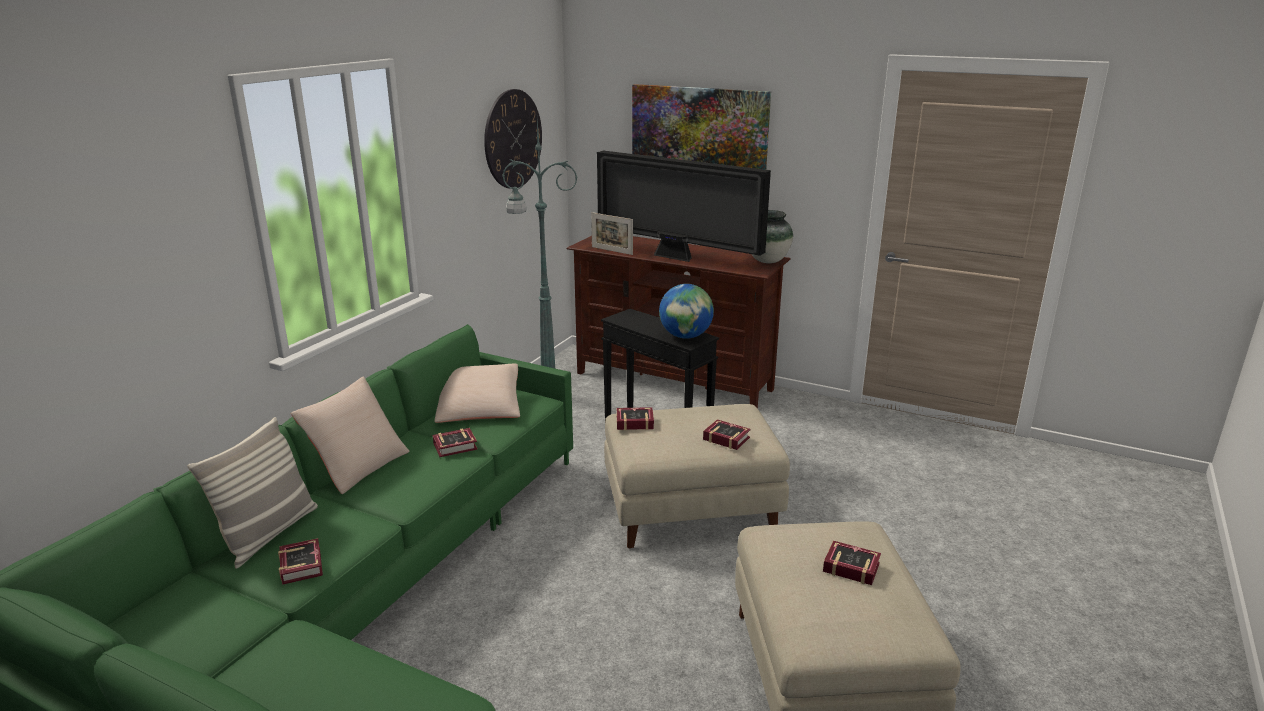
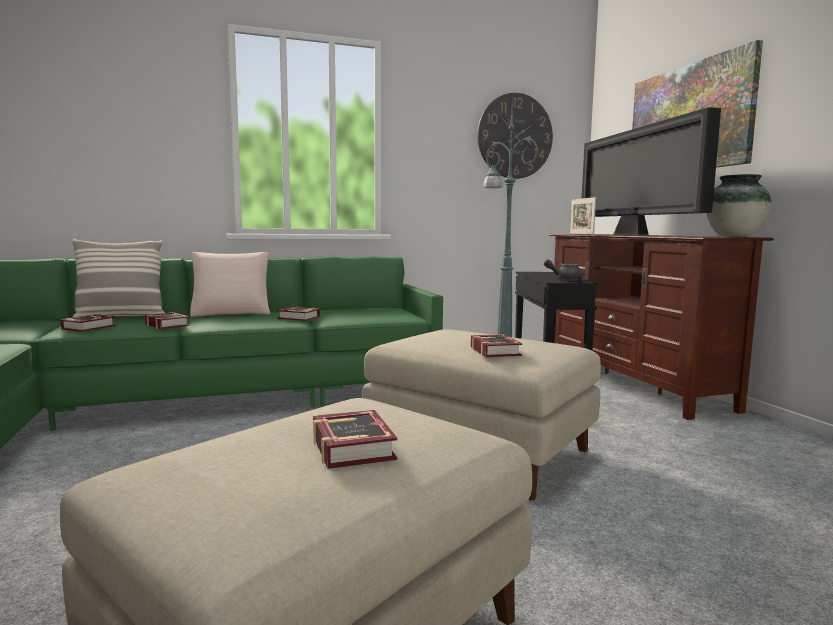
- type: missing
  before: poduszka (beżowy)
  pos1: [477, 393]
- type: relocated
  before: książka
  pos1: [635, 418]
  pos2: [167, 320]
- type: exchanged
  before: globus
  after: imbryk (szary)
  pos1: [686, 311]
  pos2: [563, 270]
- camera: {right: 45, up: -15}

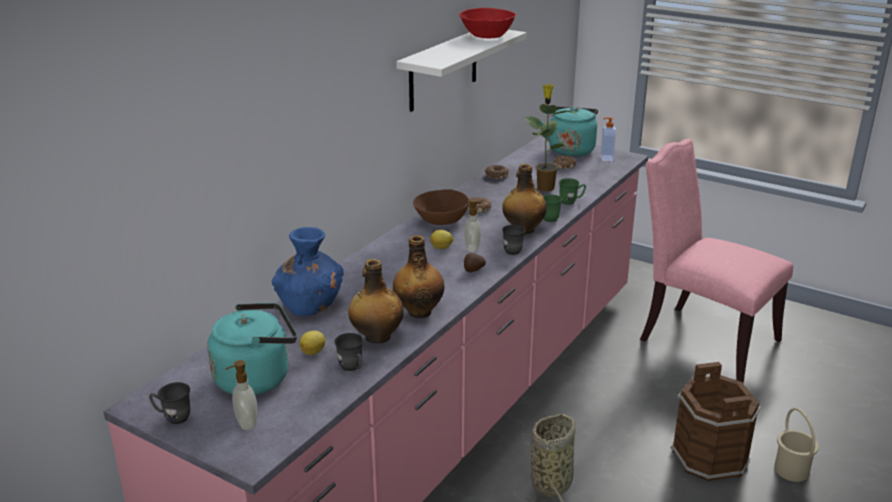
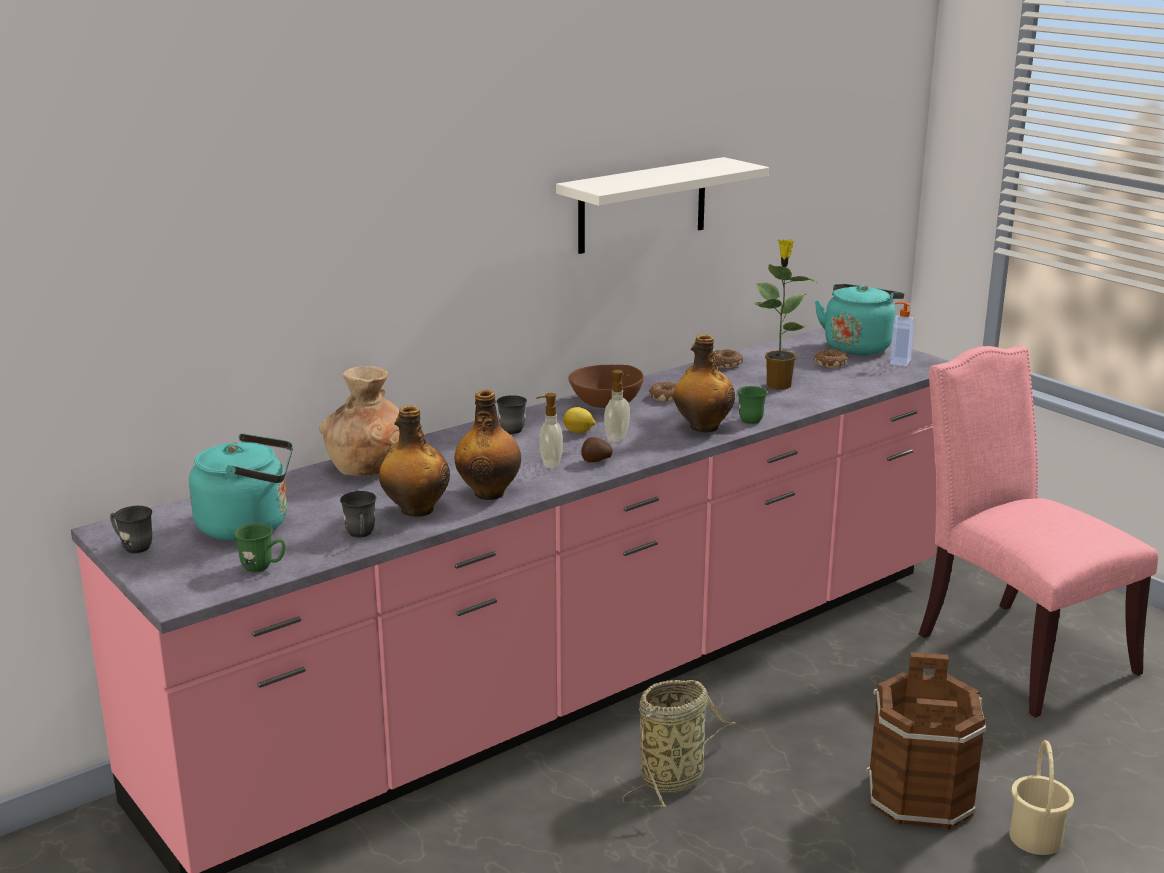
- type: relocated
  before: dozownik mydła
  pos1: [241, 395]
  pos2: [549, 430]
- type: colour
  before: wazon (niebieski)
  after: wazon (brązowy)
  pos1: [308, 271]
  pos2: [359, 421]
- type: missing
  before: cytryna
  pos1: [312, 343]
- type: missing
  before: miska (czerwony)
  pos1: [488, 23]
- type: relocated
  before: kubek (szary)
  pos1: [513, 240]
  pos2: [512, 414]
- type: relocated
  before: kubek (zielony)
  pos1: [572, 191]
  pos2: [259, 547]
- camera: {right: 20, up: -5}

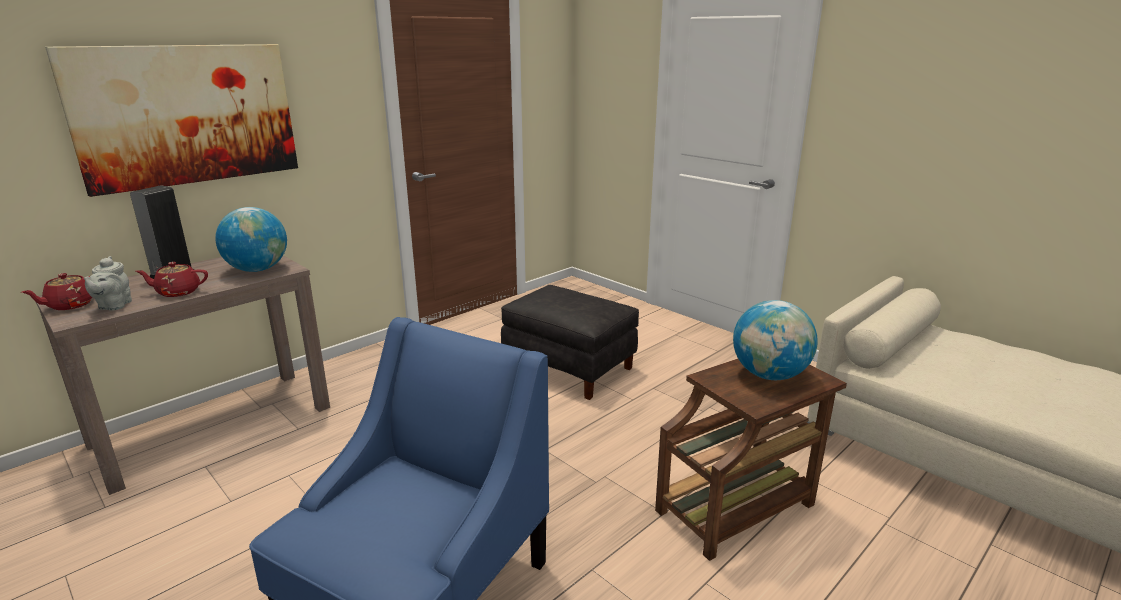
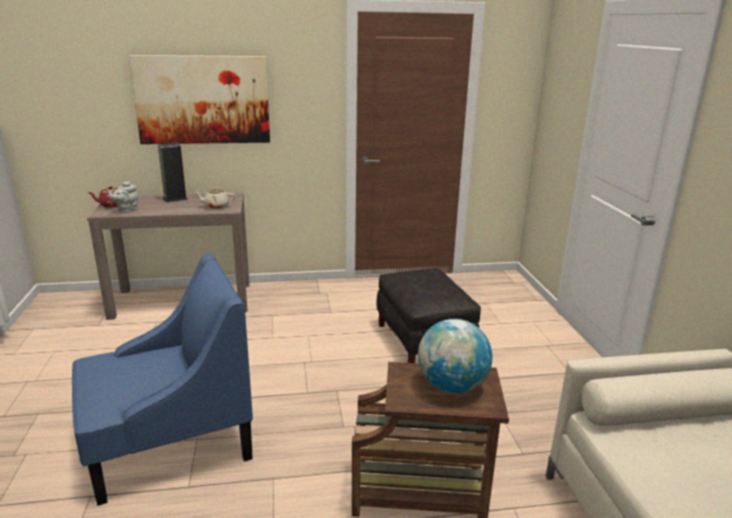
- type: missing
  before: imbryk (czerwony)
  pos1: [172, 279]
- type: exchanged
  before: globus
  after: imbryk (beżowy)
  pos1: [251, 239]
  pos2: [215, 198]
- camera: {right: 35, up: 0}

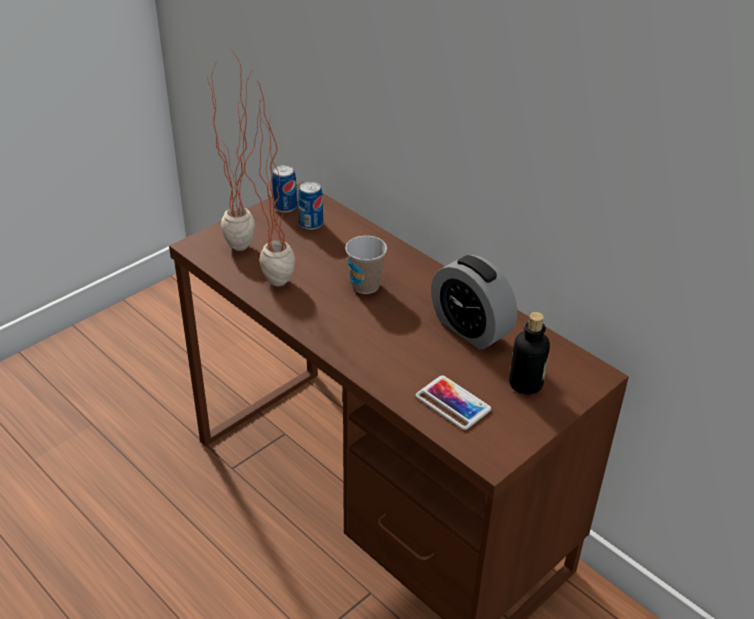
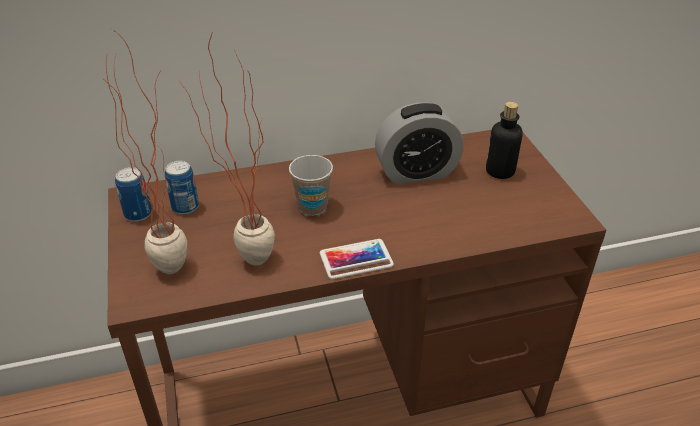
- type: relocated
  before: telefon
  pos1: [453, 403]
  pos2: [357, 259]
- camera: {right: -60, up: 0}

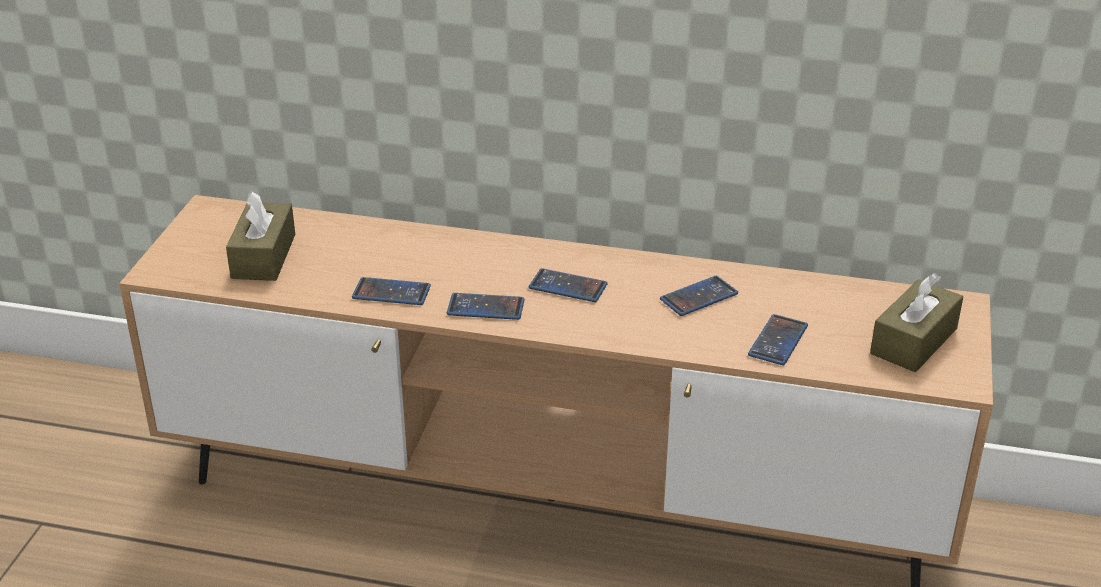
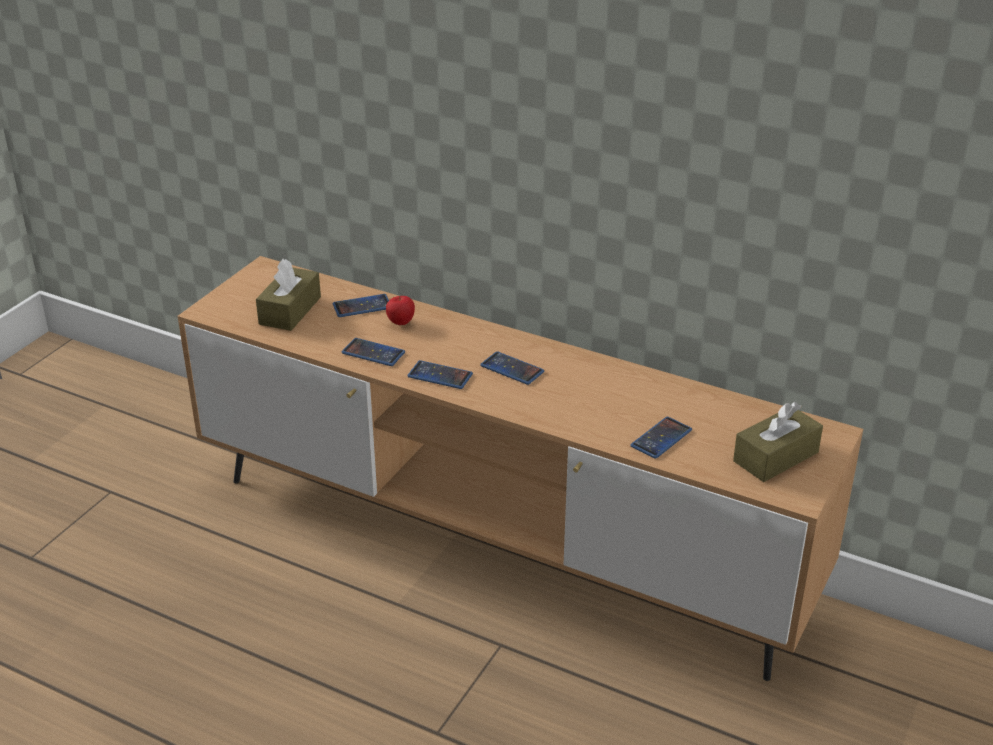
- type: relocated
  before: telefon
  pos1: [699, 296]
  pos2: [361, 305]
- type: appeared
  after: jabłko
  pos2: [400, 310]
- camera: {right: 15, up: 0}

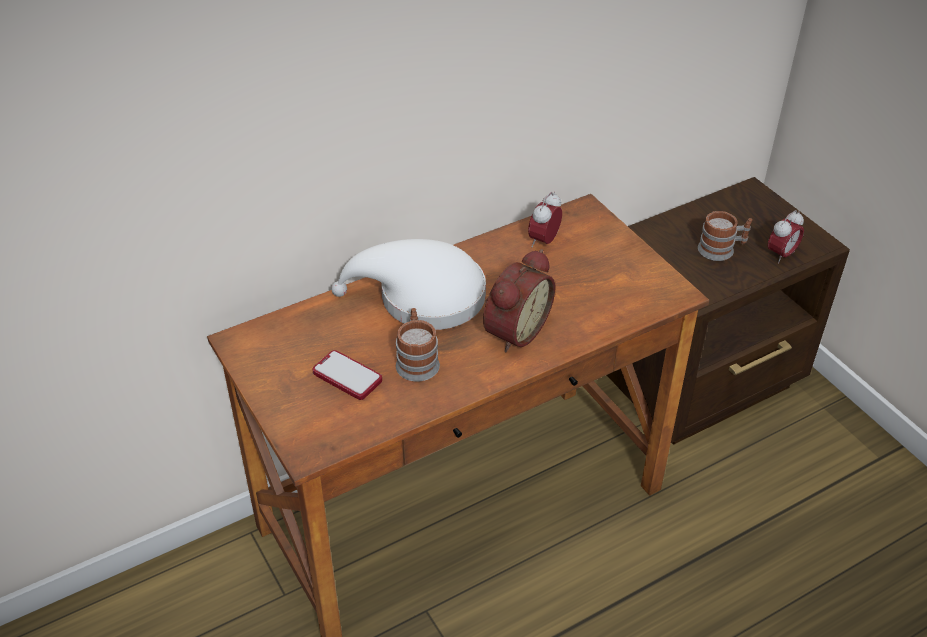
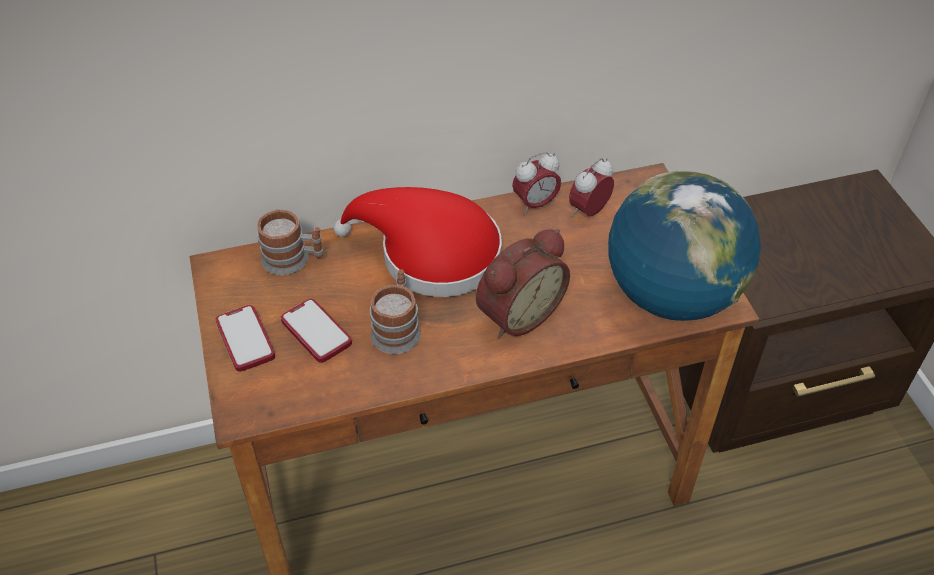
- type: colour
  before: kapelusz (biały)
  after: kapelusz (czerwony)
  pos1: [408, 284]
  pos2: [418, 242]
- type: relocated
  before: kubek
  pos1: [725, 236]
  pos2: [290, 242]
- type: relocated
  before: budzik
  pos1: [786, 237]
  pos2: [536, 183]
- type: appeared
  after: telefon
  pos2: [245, 338]
- type: appeared
  after: globus
  pos2: [684, 246]
- camera: {right: 15, up: 5}

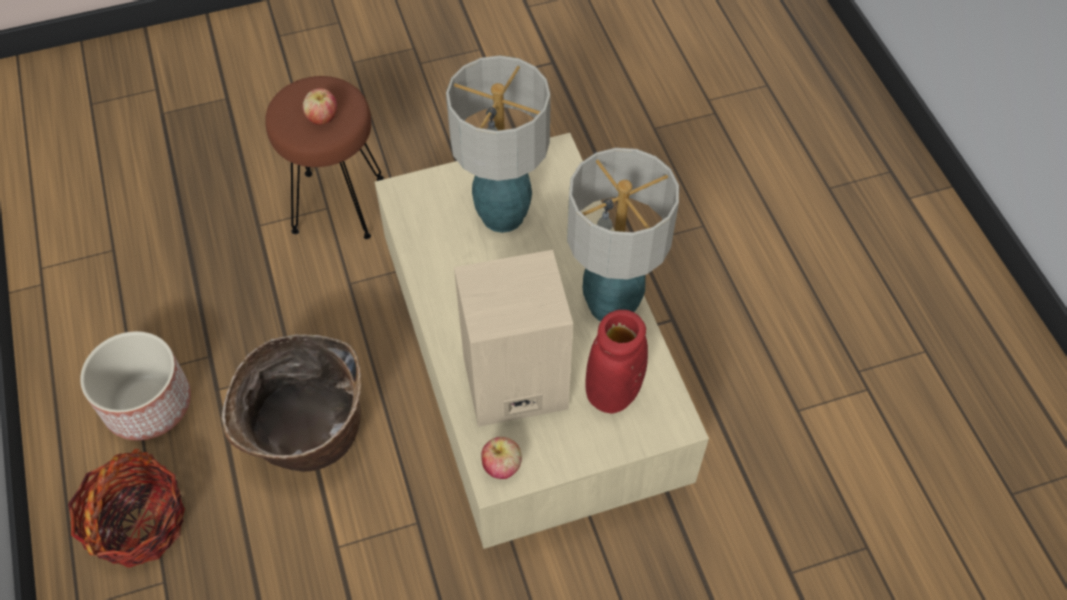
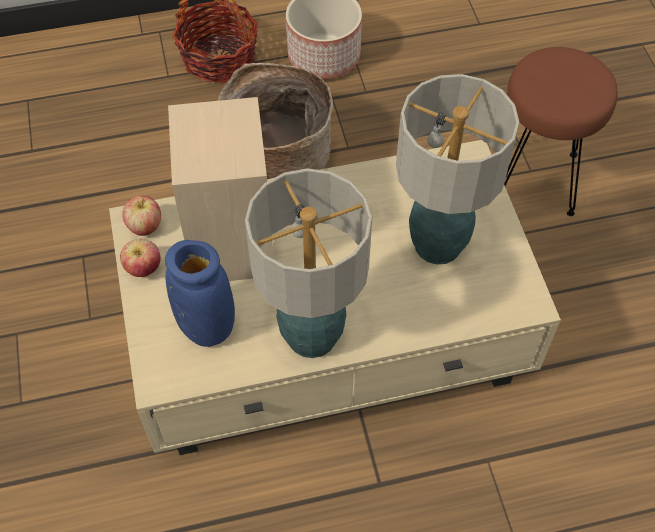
- type: relocated
  before: jabłko
  pos1: [320, 106]
  pos2: [140, 258]
- type: colour
  before: wazon (czerwony)
  after: wazon (niebieski)
  pos1: [617, 361]
  pos2: [200, 293]
- camera: {right: 95, up: 0}

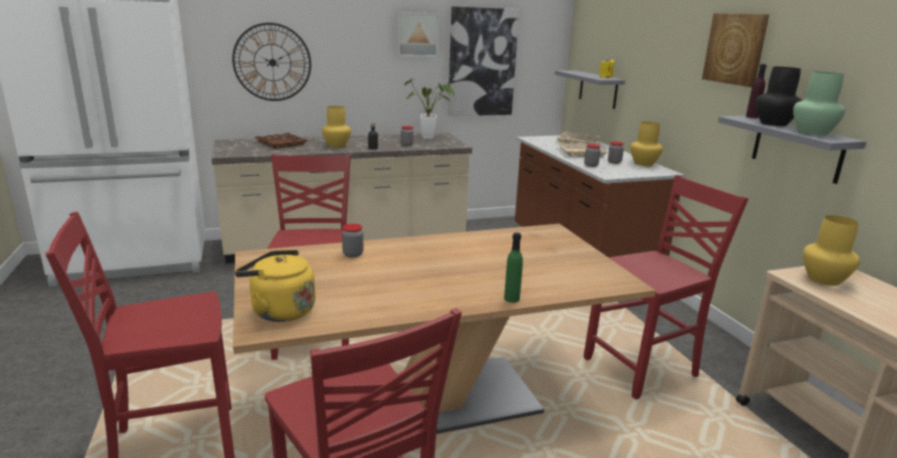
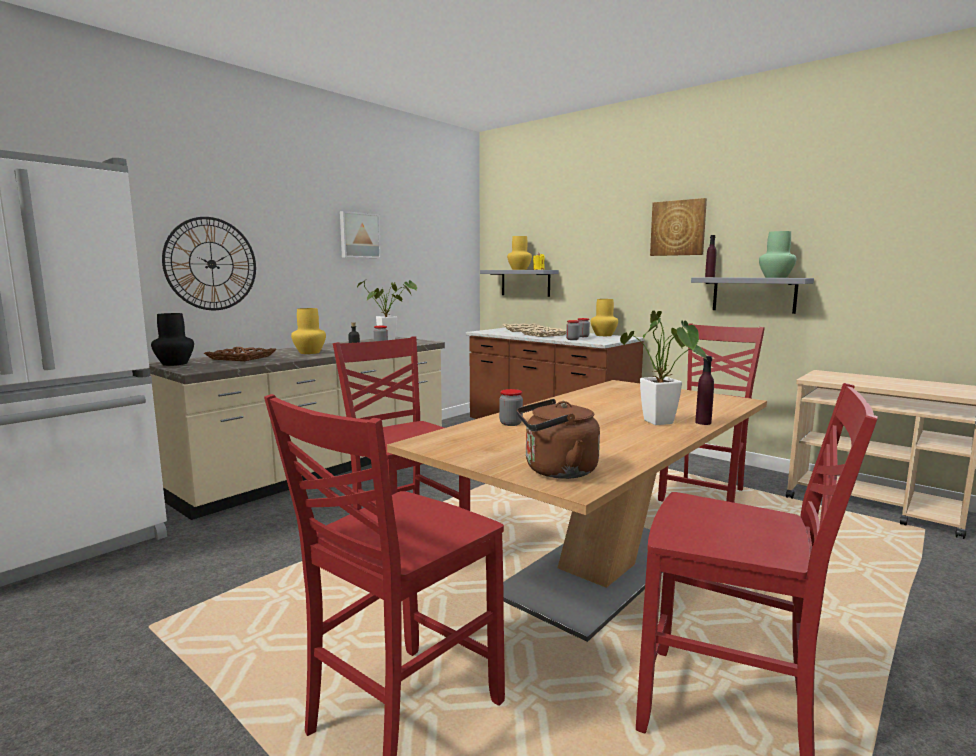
- type: colour
  before: czajnik (żółty)
  after: czajnik (brązowy)
  pos1: [275, 286]
  pos2: [558, 439]
- type: missing
  before: obraz
  pos1: [483, 61]
- type: colour
  before: butelka (zielony)
  after: butelka (fioletowy)
  pos1: [513, 267]
  pos2: [704, 390]
- type: relocated
  before: wazon (czarny)
  pos1: [779, 96]
  pos2: [172, 339]
- type: relocated
  before: wazon (żółty)
  pos1: [831, 250]
  pos2: [519, 253]
- type: appeared
  after: roślina doniczkowa
  pos2: [663, 368]
- camera: {right: -30, up: -10}

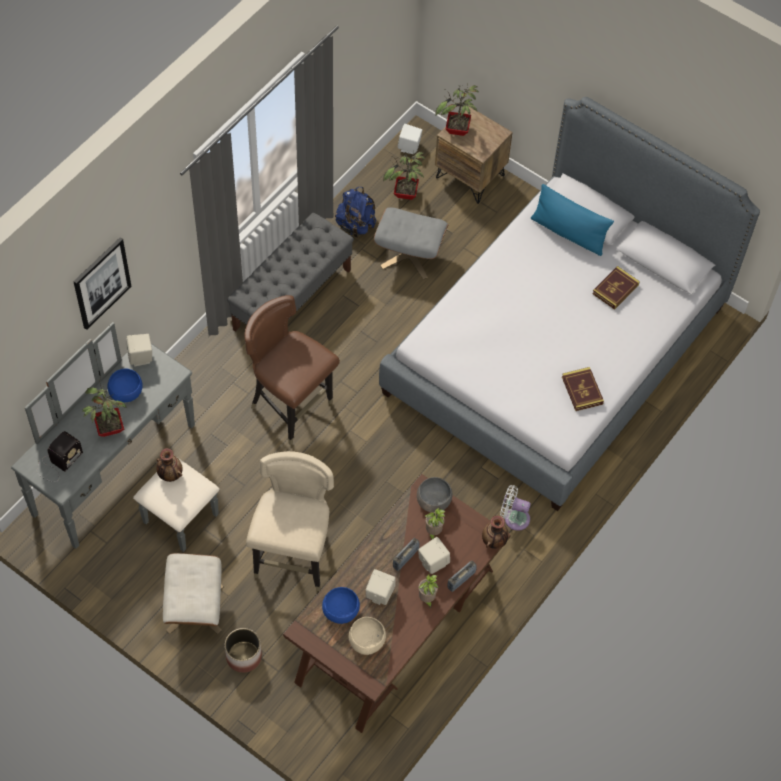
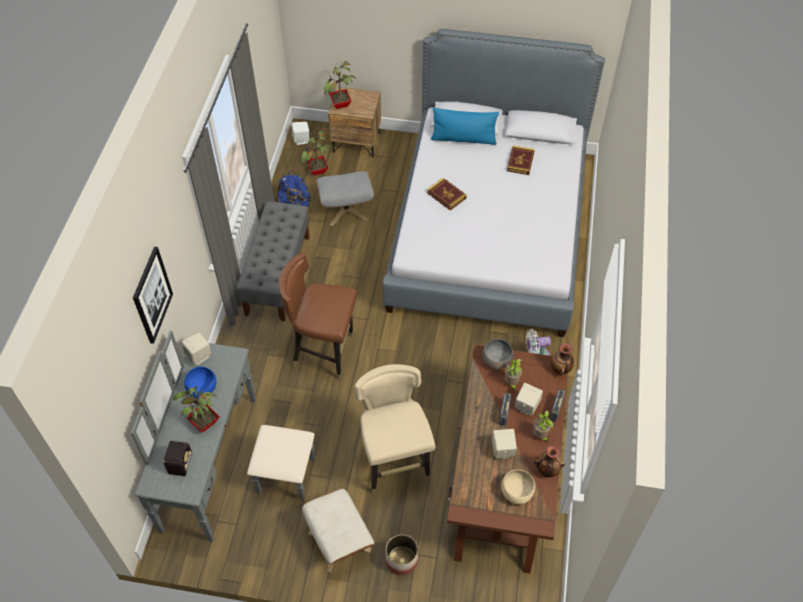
- type: relocated
  before: wazon
  pos1: [169, 465]
  pos2: [549, 461]
- type: missing
  before: miska (niebieski)
  pos1: [341, 605]
- type: relocated
  before: książka
  pos1: [583, 389]
  pos2: [447, 194]
- camera: {right: -25, up: -5}

